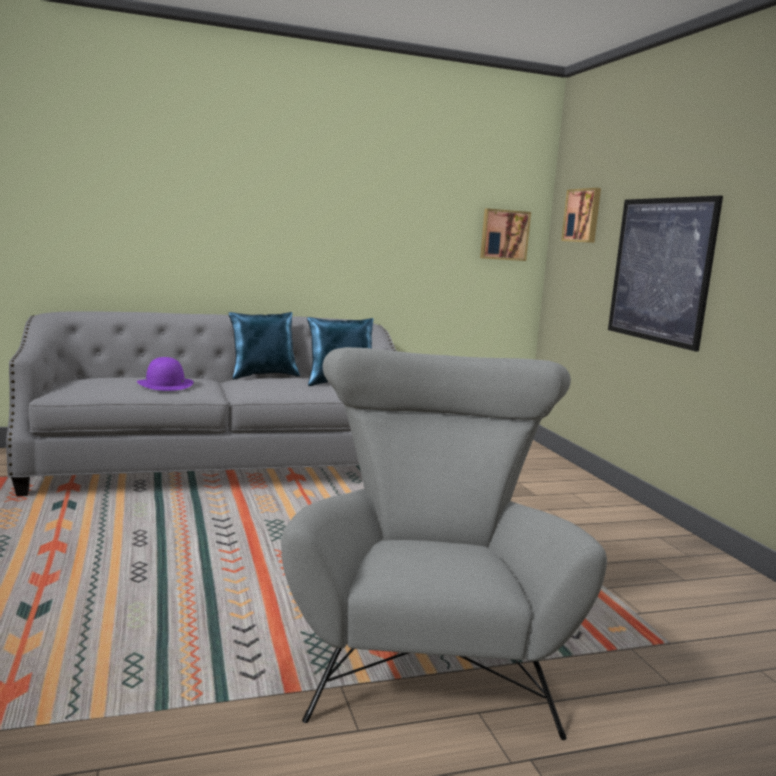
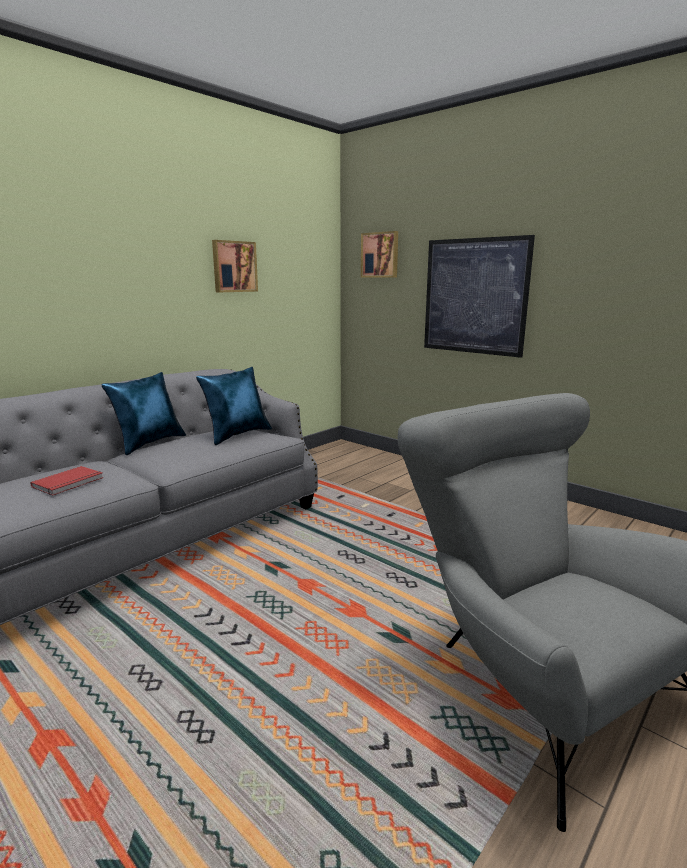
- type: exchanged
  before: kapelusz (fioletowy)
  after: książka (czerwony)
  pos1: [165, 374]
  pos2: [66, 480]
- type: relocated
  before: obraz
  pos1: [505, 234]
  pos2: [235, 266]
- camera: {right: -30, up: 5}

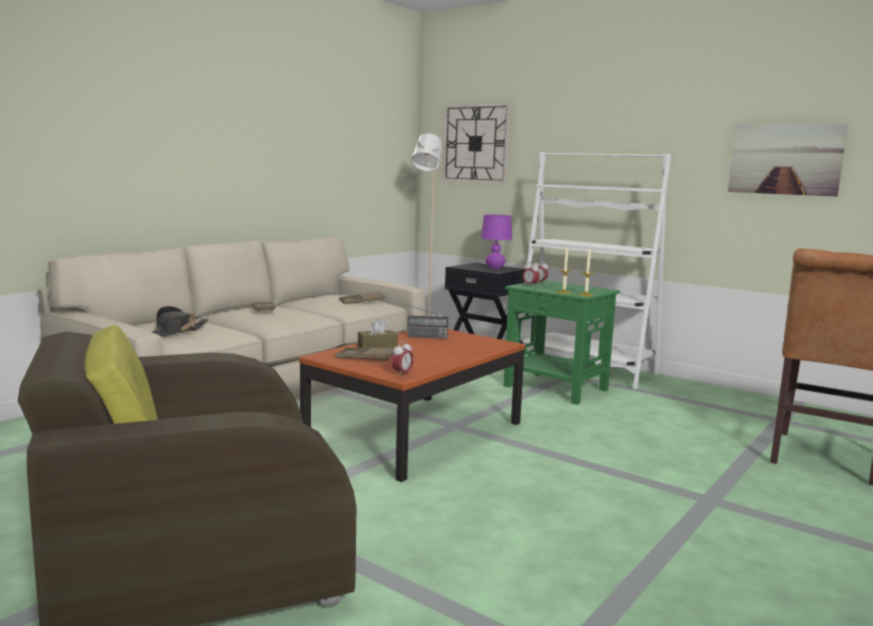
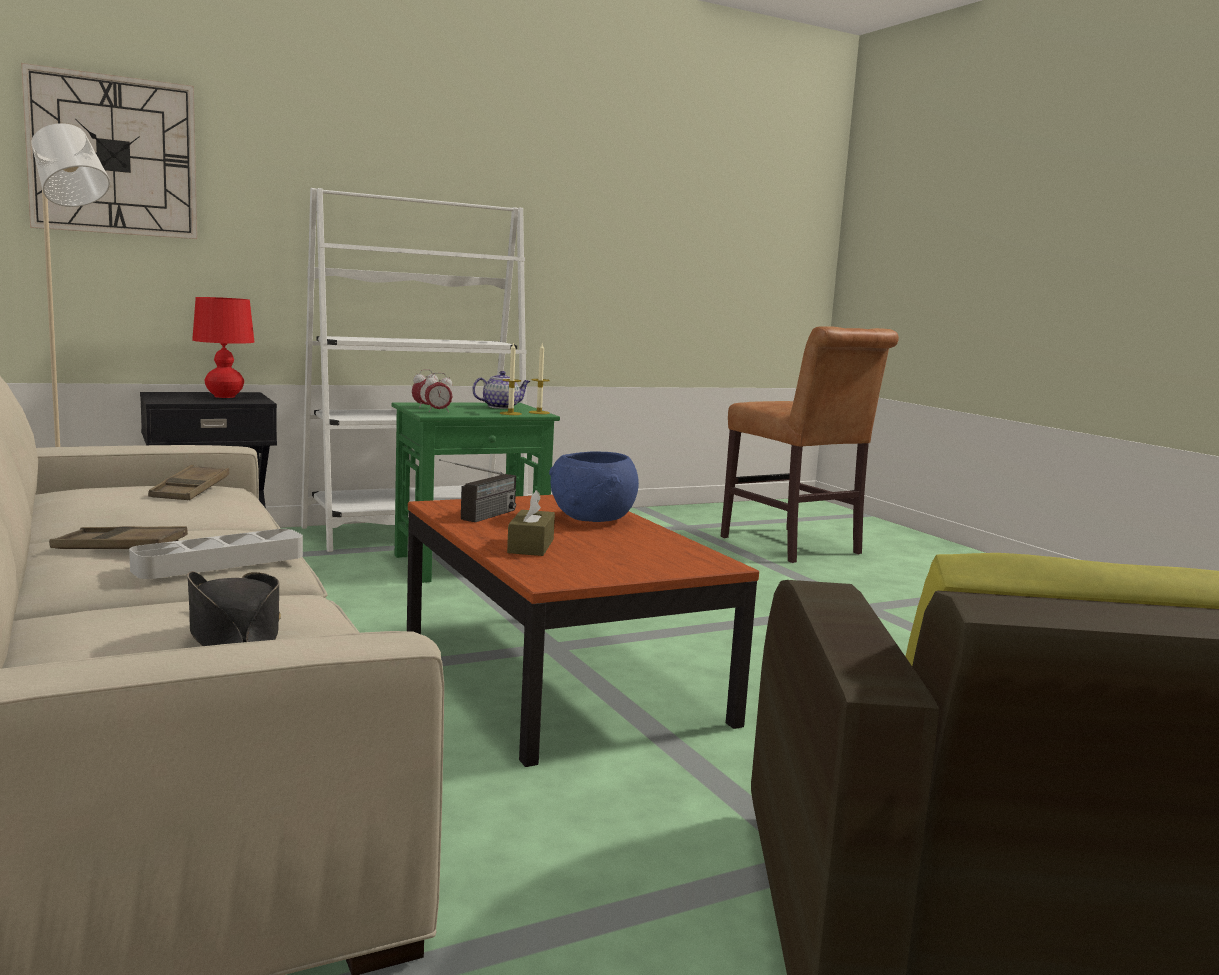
- type: missing
  before: taca (brązowy)
  pos1: [364, 353]
- type: missing
  before: budzik
  pos1: [402, 358]
- type: colour
  before: lampa stołowa (fioletowy)
  after: lampa stołowa (czerwony)
  pos1: [496, 242]
  pos2: [223, 347]
- type: missing
  before: obraz
  pos1: [788, 160]
- type: appeared
  after: taca (szary)
  pos2: [216, 554]
- type: appeared
  after: imbryk
  pos2: [501, 390]
- type: appeared
  after: miska (niebieski)
  pos2: [594, 486]
- camera: {right: -65, up: 0}

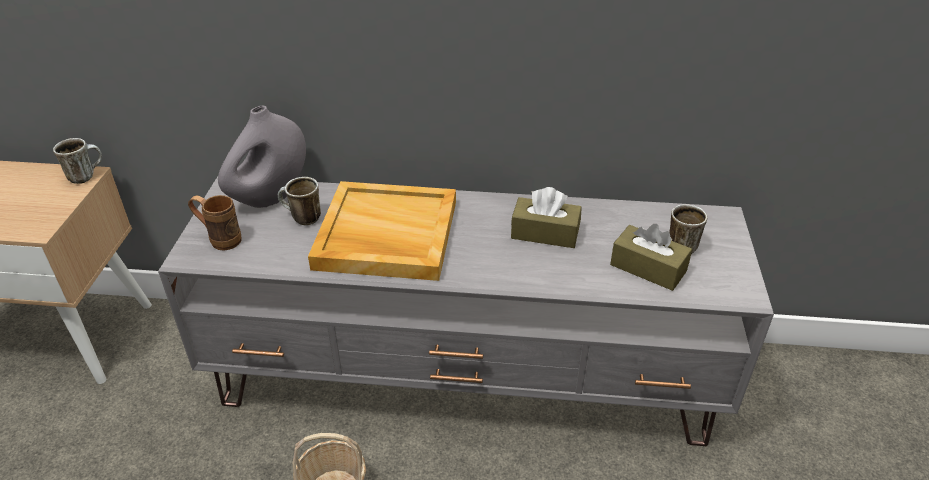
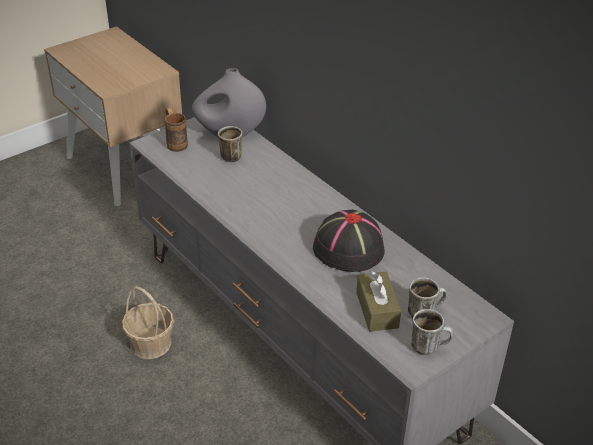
- type: relocated
  before: kubek
  pos1: [77, 161]
  pos2: [432, 332]
- type: missing
  before: taca (beżowy)
  pos1: [382, 231]
- type: exchanged
  before: pudełko chusteczek (brązowy)
  after: kapelusz (czarny)
  pos1: [546, 217]
  pos2: [349, 240]
- camera: {right: 45, up: 0}

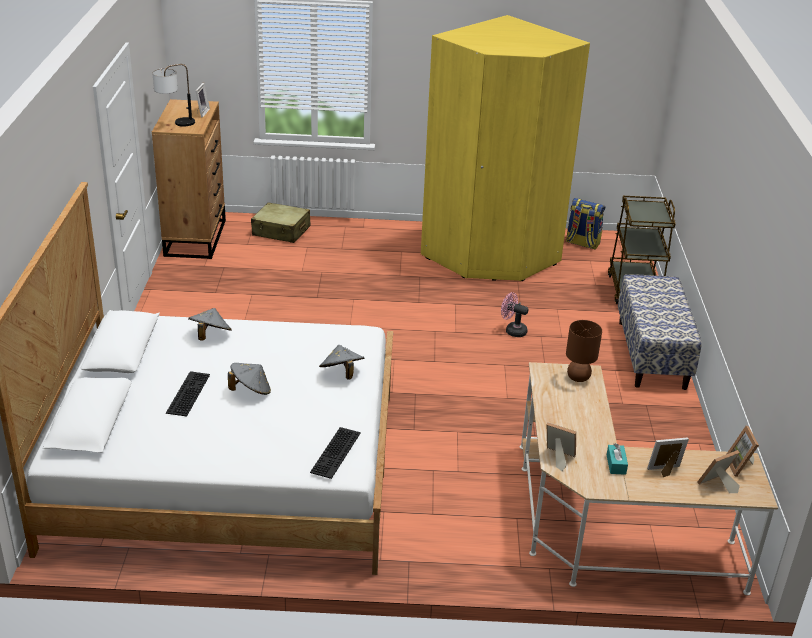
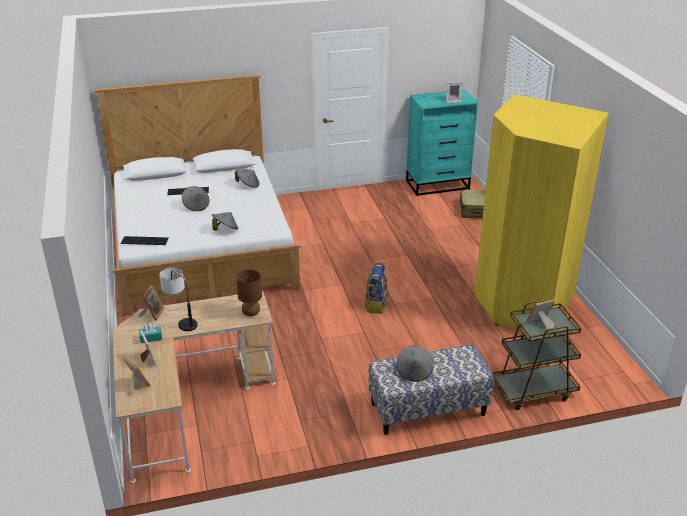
- type: relocated
  before: lampa stołowa
  pos1: [173, 95]
  pos2: [178, 299]
- type: colour
  before: komoda (brązowy)
  after: komoda (turkusowy)
  pos1: [189, 179]
  pos2: [442, 143]
- type: missing
  before: wentylator (różowy)
  pos1: [515, 314]
- type: relocated
  before: plecak
  pos1: [585, 223]
  pos2: [376, 288]
- type: relocated
  before: ramka na zdjęcie
  pos1: [743, 451]
  pos2: [541, 314]
- type: appeared
  after: kapelusz (szary)
  pos2: [415, 363]
- camera: {right: 75, up: 0}

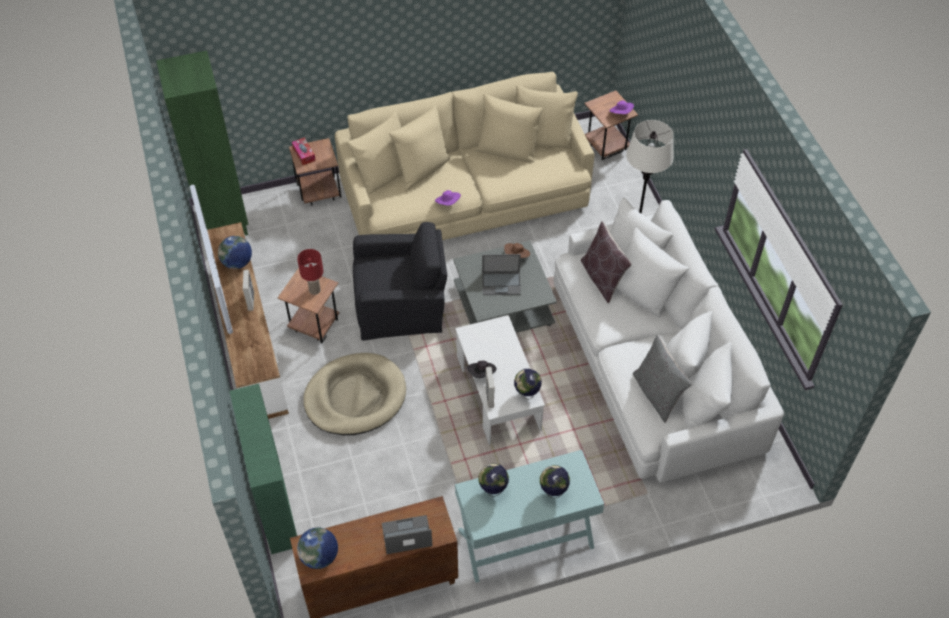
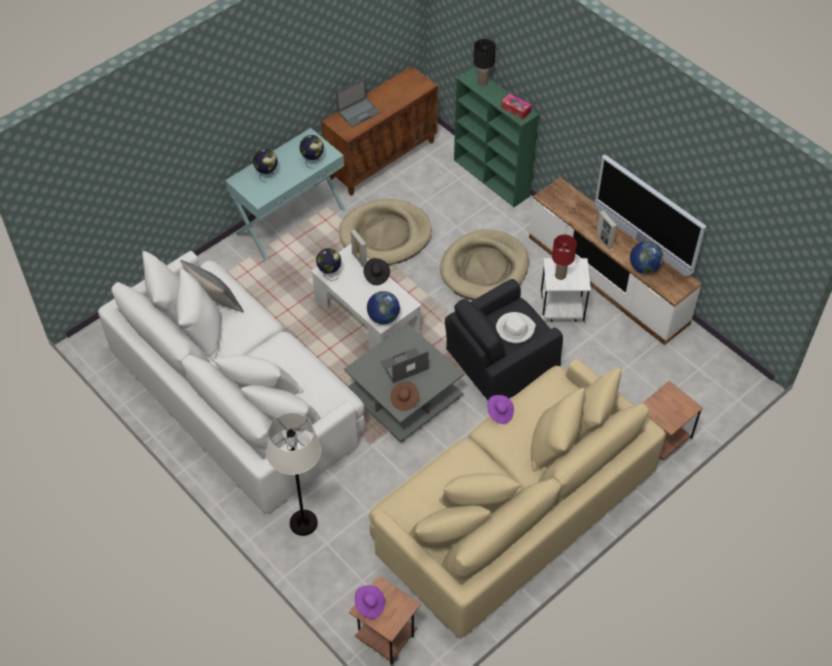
- type: missing
  before: regał (zielony)
  pos1: [202, 143]
- type: colour
  before: stolik (brązowy)
  after: stolik (biały)
  pos1: [308, 305]
  pos2: [566, 290]
- type: relocated
  before: pudełko chusteczek
  pos1: [304, 151]
  pos2: [516, 106]
- type: relocated
  before: globus
  pos1: [317, 548]
  pos2: [383, 307]
- type: missing
  before: poduszka (brązowy)
  pos1: [606, 262]
- type: appeared
  after: legowisko (beżowy)
  pos2: [385, 232]
- type: appeared
  after: lampa stołowa (czarny)
  pos2: [484, 62]
- type: appeared
  after: kapelusz (biały)
  pos2: [516, 327]
- camera: {right: 155, up: 0}

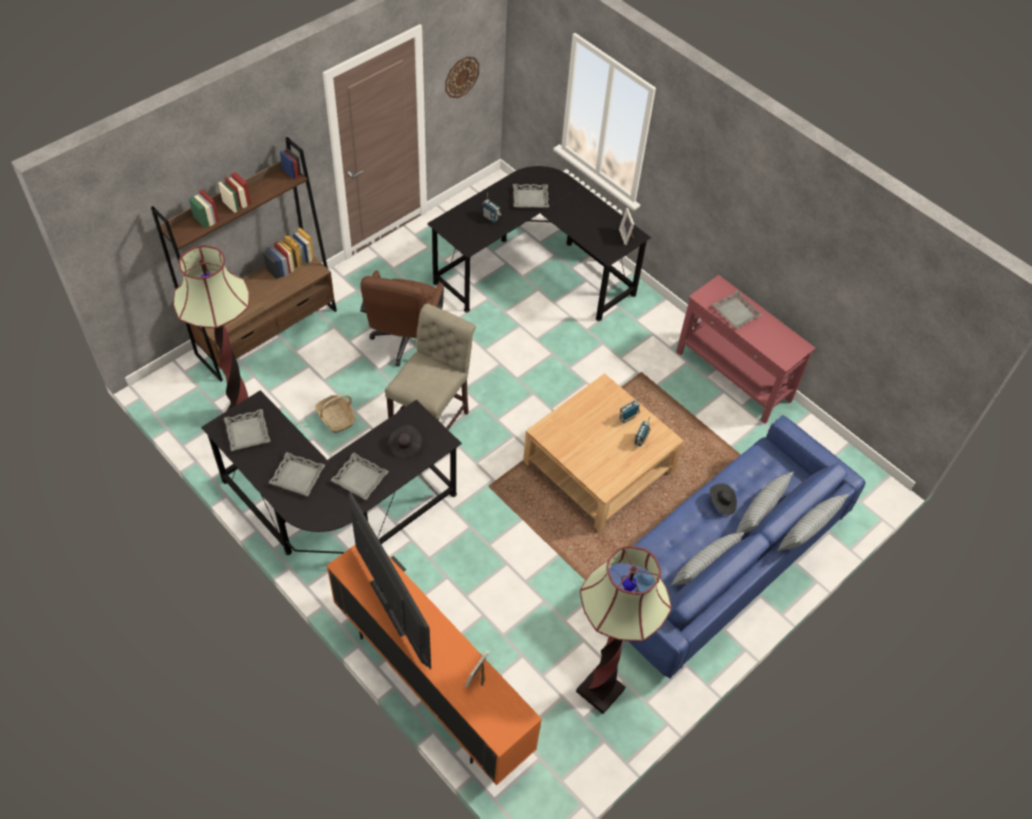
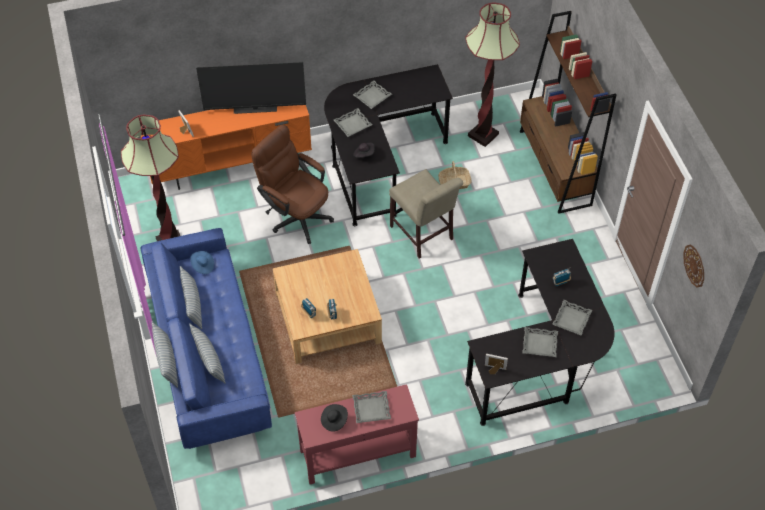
- type: relocated
  before: taca (szary)
  pos1: [247, 430]
  pos2: [540, 342]
- type: relocated
  before: krzesło biurowe (brązowy)
  pos1: [402, 318]
  pos2: [292, 184]
- type: relocated
  before: kapelusz (czarny)
  pos1: [723, 499]
  pos2: [334, 418]
- camera: {right: 120, up: 0}

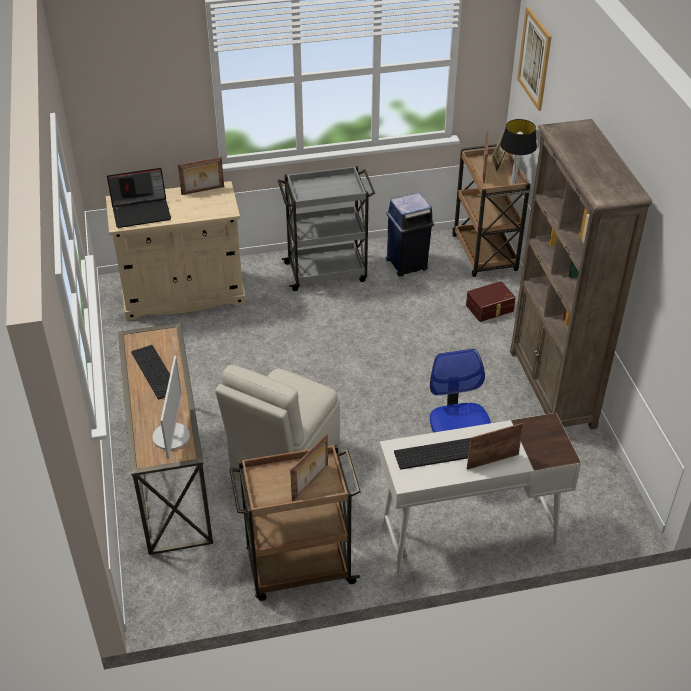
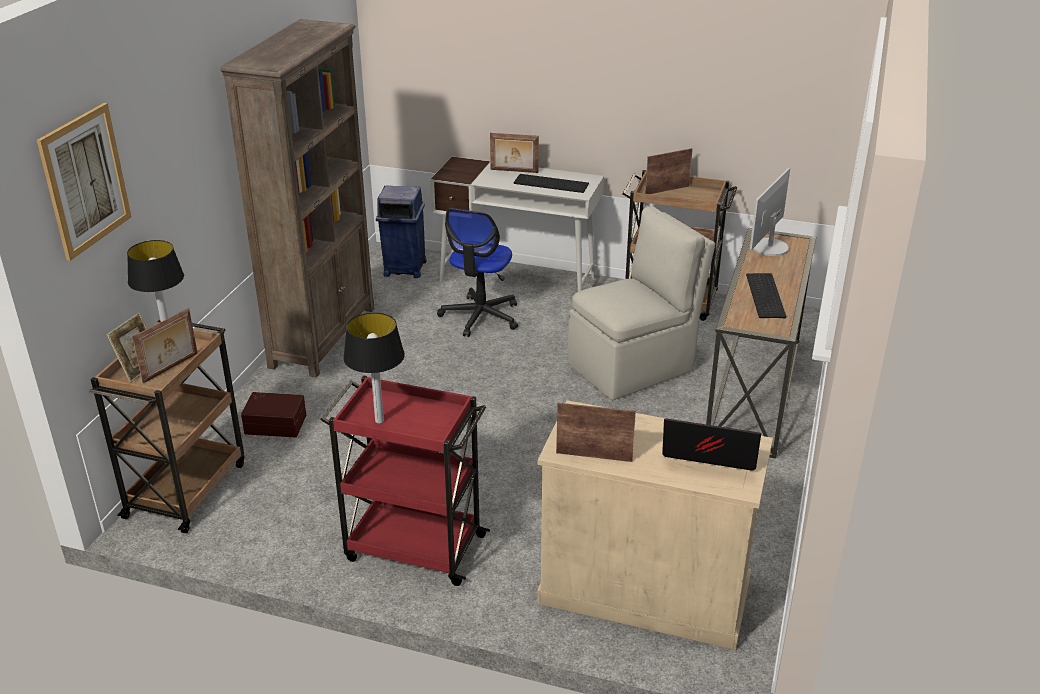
- type: colour
  before: wózek (szary)
  after: wózek (czerwony)
  pos1: [326, 228]
  pos2: [405, 480]
- type: relocated
  before: kosz na śmieci (niebieski)
  pos1: [410, 235]
  pos2: [401, 231]
- type: appeared
  after: lampa stołowa
  pos2: [374, 368]
- camera: {right: -150, up: -10}

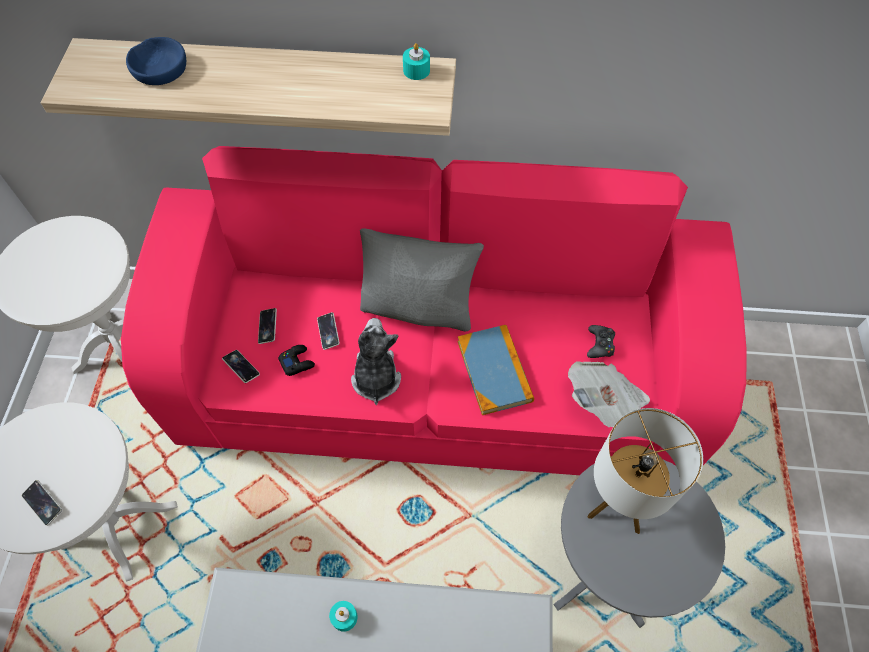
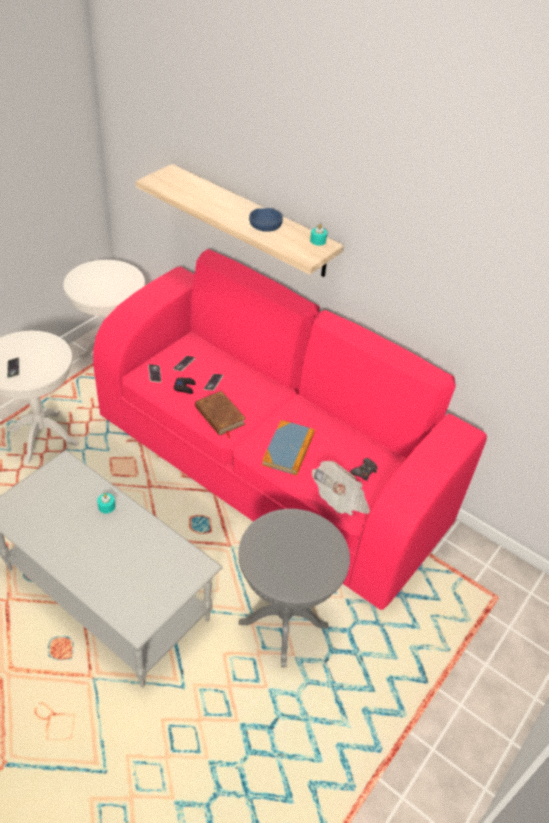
- type: relocated
  before: miska (niebieski)
  pos1: [156, 61]
  pos2: [266, 220]
- type: exchanged
  before: pluszak
  after: książka (brązowy)
  pos1: [376, 361]
  pos2: [220, 415]
- type: missing
  before: poduszka (szary)
  pos1: [422, 279]
- type: missing
  before: lampa stołowa
  pos1: [645, 471]
- camera: {right: 30, up: -15}

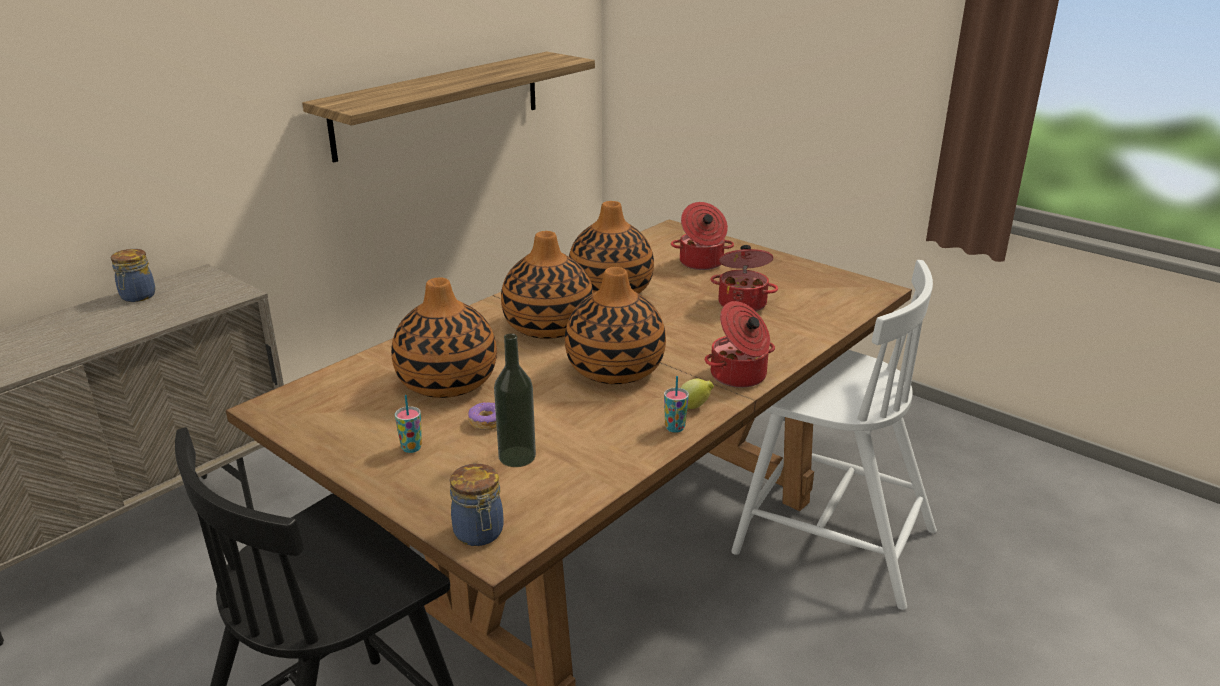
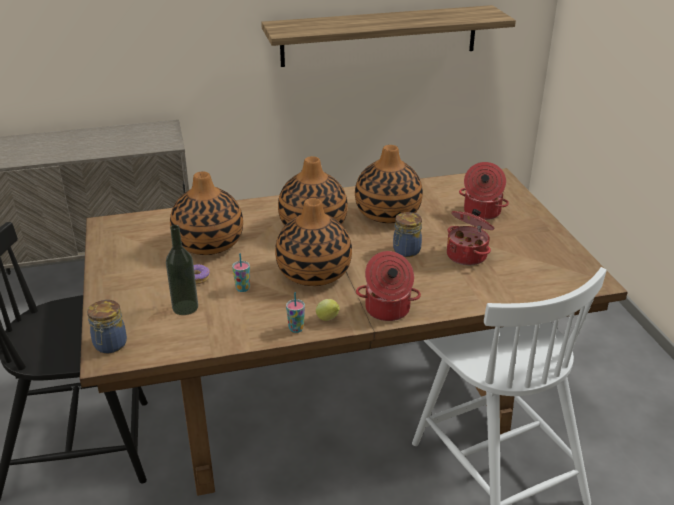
- type: relocated
  before: słoik
  pos1: [133, 275]
  pos2: [407, 234]
- type: relocated
  before: filiżanka
  pos1: [408, 424]
  pos2: [241, 272]
- camera: {right: 35, up: 5}

